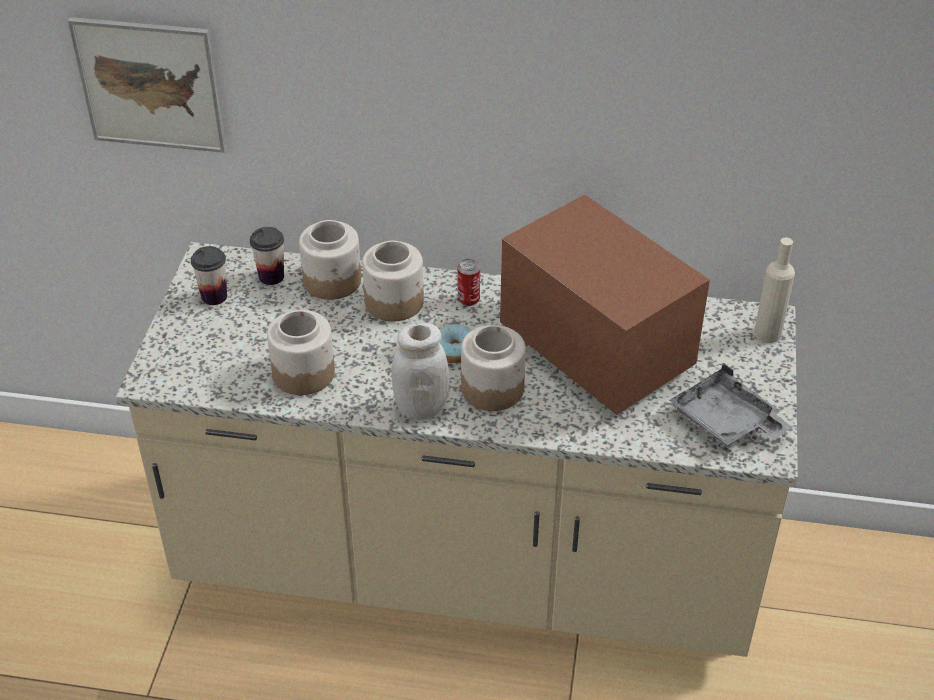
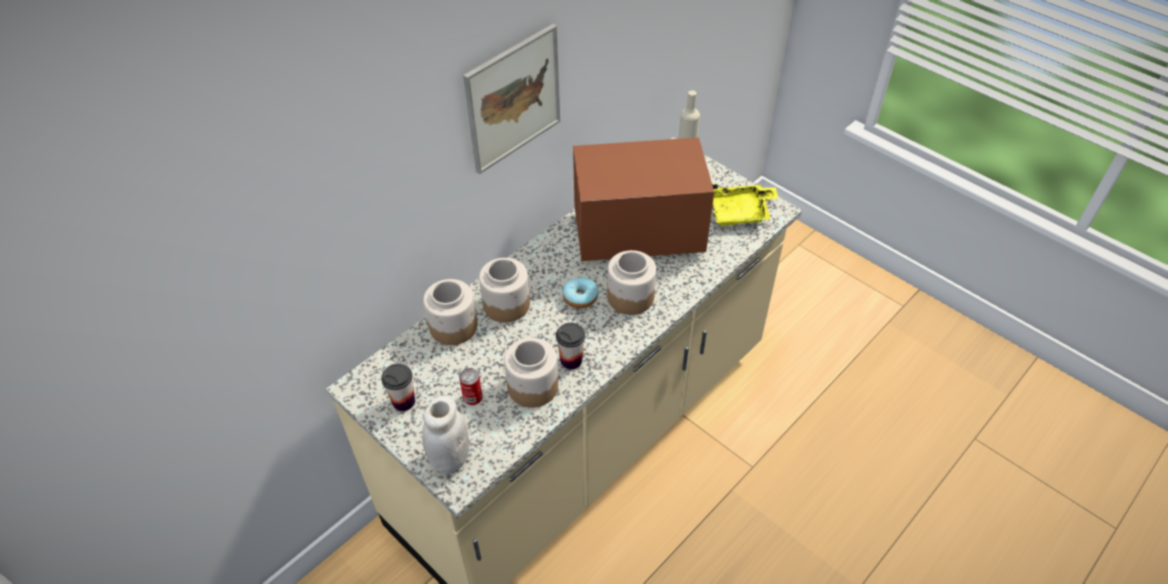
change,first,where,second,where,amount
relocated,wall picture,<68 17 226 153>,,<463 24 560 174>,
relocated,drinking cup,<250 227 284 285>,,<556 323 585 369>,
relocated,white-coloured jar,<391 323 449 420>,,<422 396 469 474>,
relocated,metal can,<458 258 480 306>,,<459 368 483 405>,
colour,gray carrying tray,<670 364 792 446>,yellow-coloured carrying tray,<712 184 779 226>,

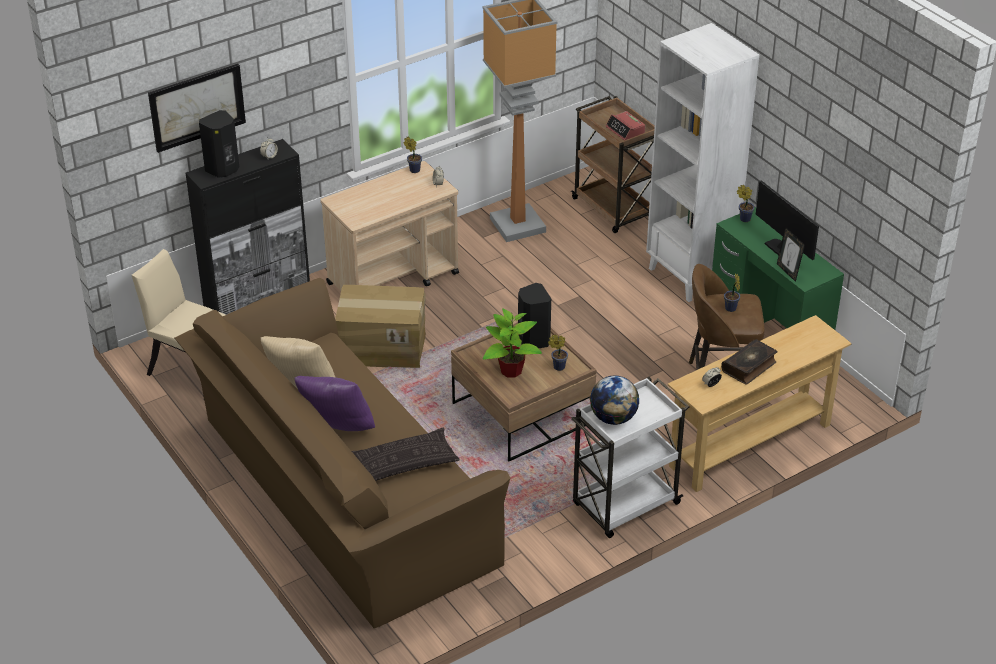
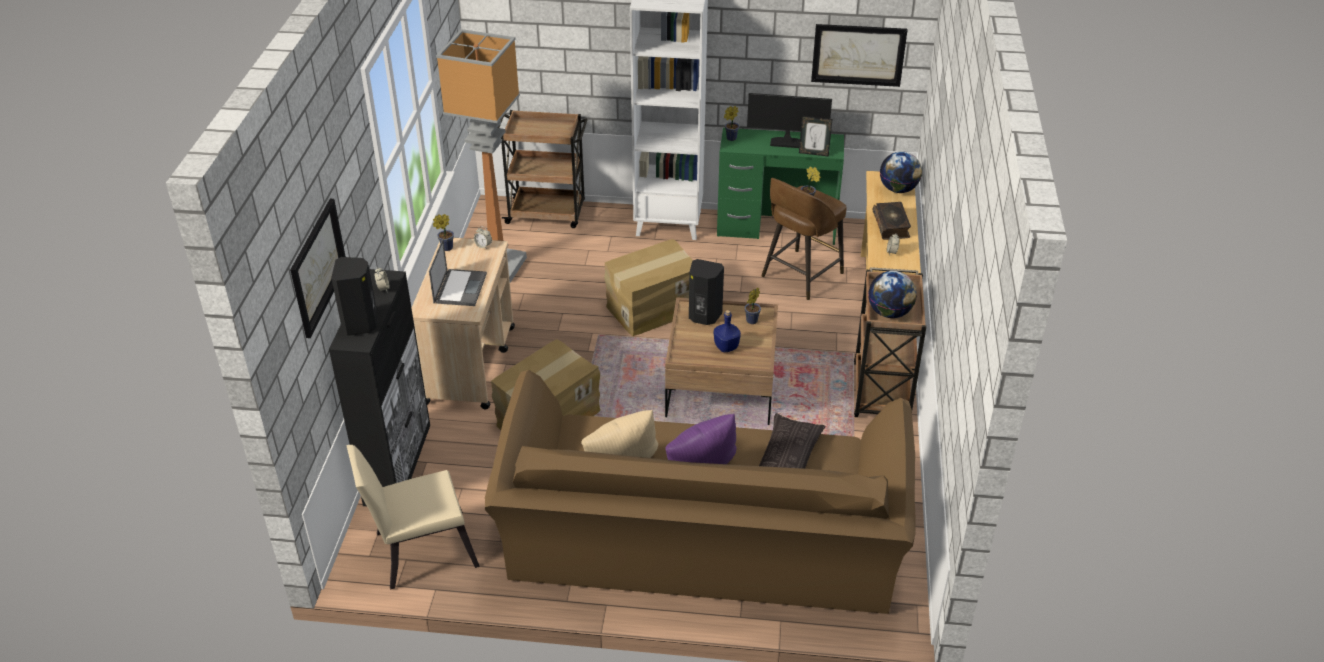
change,first,where,second,where,amount
missing,table clock,<606 111 645 141>,,,
appeared,,,laptop,<429 239 487 306>,
appeared,,,packing box,<604 239 693 336>,
appeared,,,wall picture,<811 24 907 87>,
appeared,,,desk globe,<880 151 922 193>,
exchanged,potted plant,<483 308 542 378>,bluish drink bottle,<714 310 741 352>,
colour,white-coloured wheeled cart,<571 377 689 538>,brown-coloured wheeled cart,<854 267 926 417>,

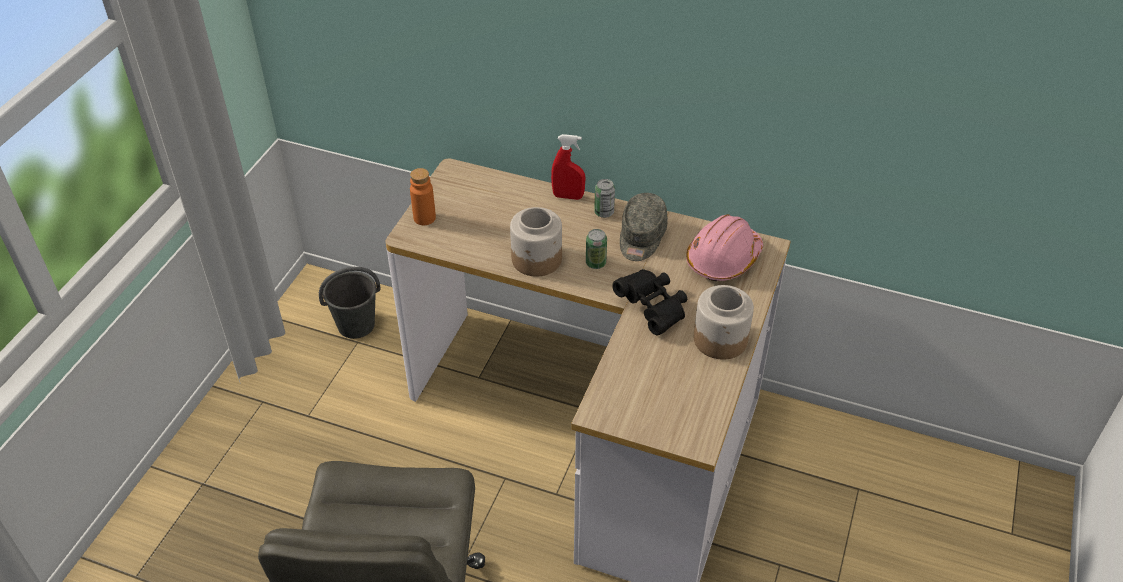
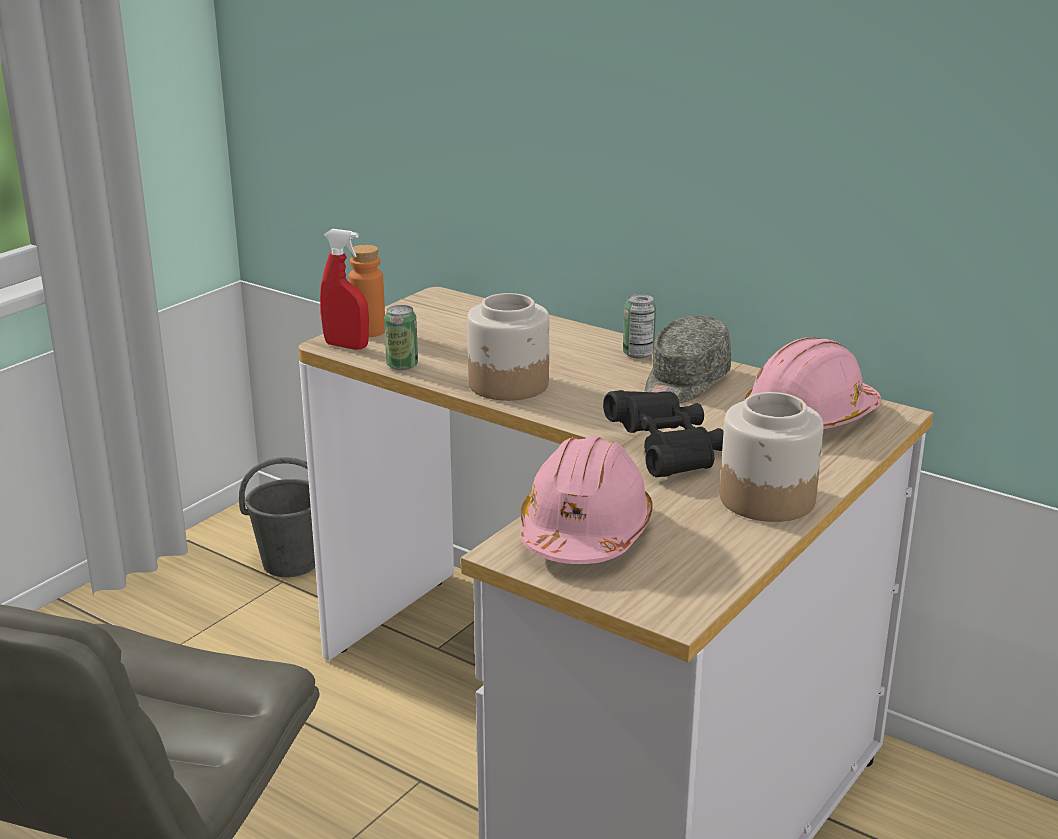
change,first,where,second,where,amount
appeared,,,pink safety helmet,<521 435 653 564>,
relocated,red-coloured spray bottle,<551 134 585 200>,,<320 229 369 350>,
relocated,metal can,<586 229 607 269>,,<384 305 418 370>,

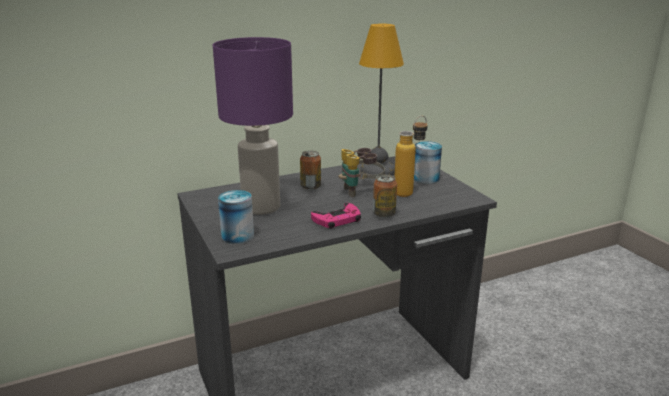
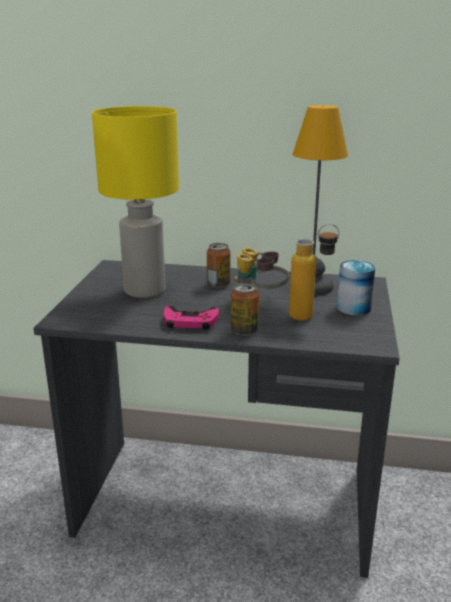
change,first,where,second,where,amount
missing,metal can,<218 190 254 244>,,,
colour,purplish table lamp,<213 37 293 215>,yellow-coloured table lamp,<92 106 179 298>,

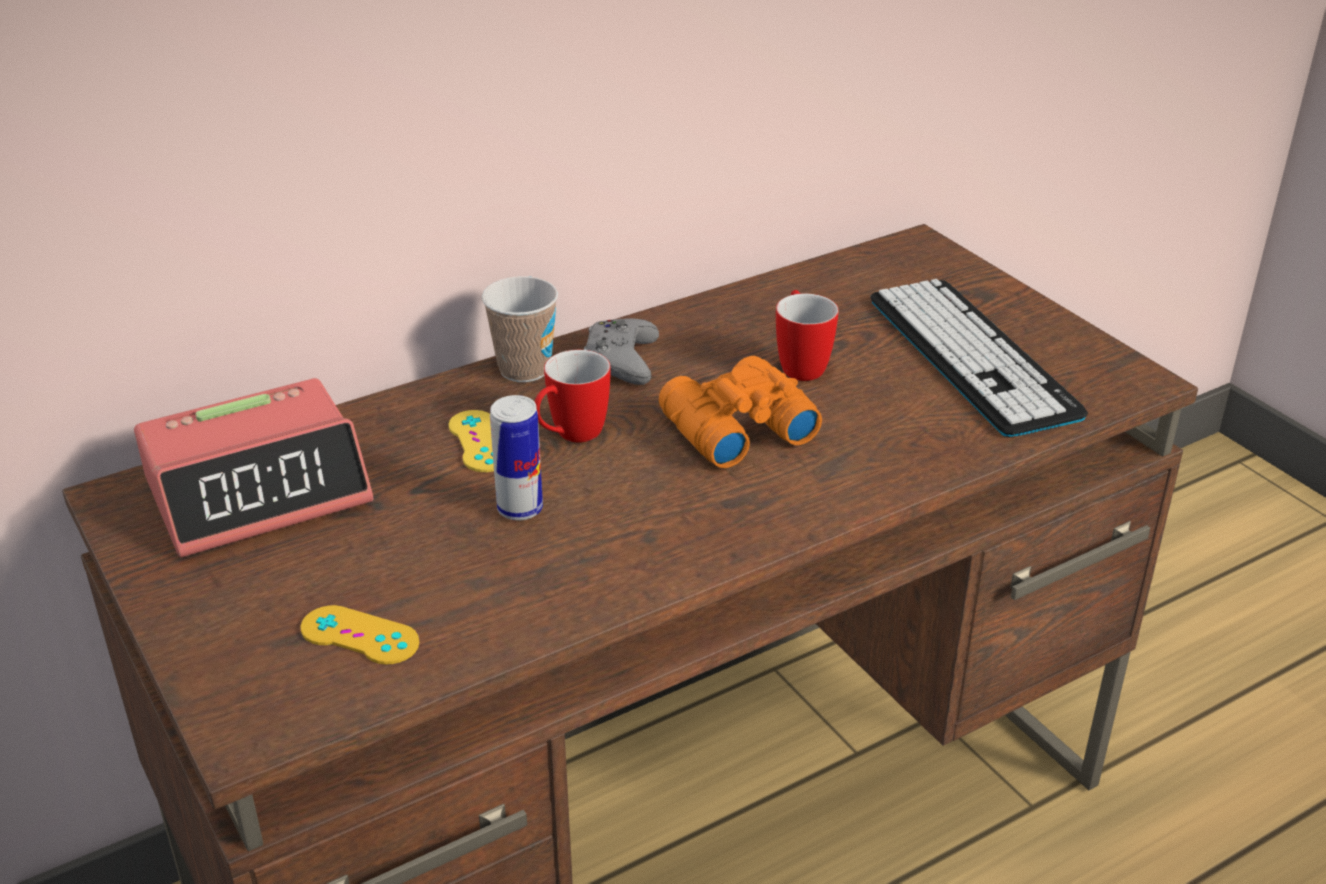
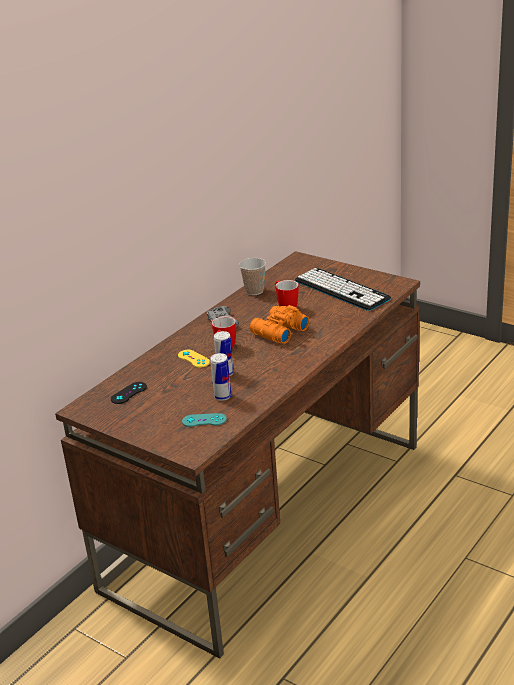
change,first,where,second,where,amount
appeared,,,metal can,<210 353 231 401>,
relocated,drinking cup,<482 276 558 382>,,<239 258 266 295>,
exchanged,table clock,<134 378 373 558>,black gamepad,<111 382 147 404>,
colour,yellow-coloured gamepad,<300 605 419 664>,turquoise gamepad,<182 413 227 427>,

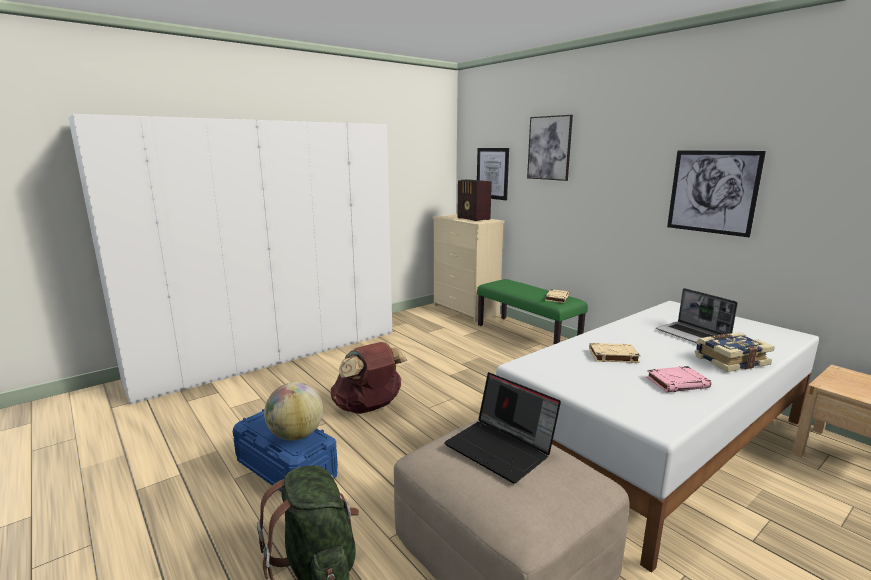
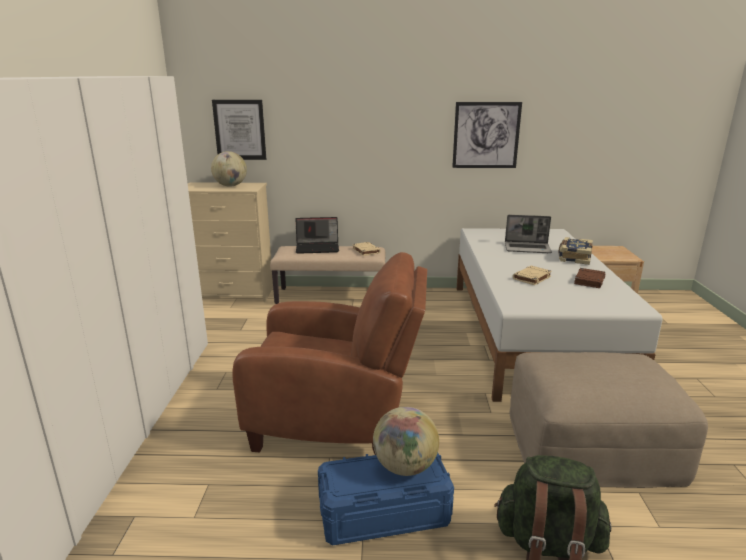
change,first,where,second,where,amount
missing,wall picture,<527 115 573 181>,,,
relocated,laptop,<444 372 561 483>,,<296 217 339 254>,
exchanged,brown-coloured rucksack,<331 342 408 414>,brown-coloured lounge chair,<232 252 427 455>,
exchanged,radio receiver,<457 179 492 221>,desk globe,<211 151 247 187>,
colour,green long seat,<477 279 588 344>,sand-coloured long seat,<270 246 385 304>,
colour,pink volume,<646 366 711 392>,brown-coloured volume,<574 268 605 288>,

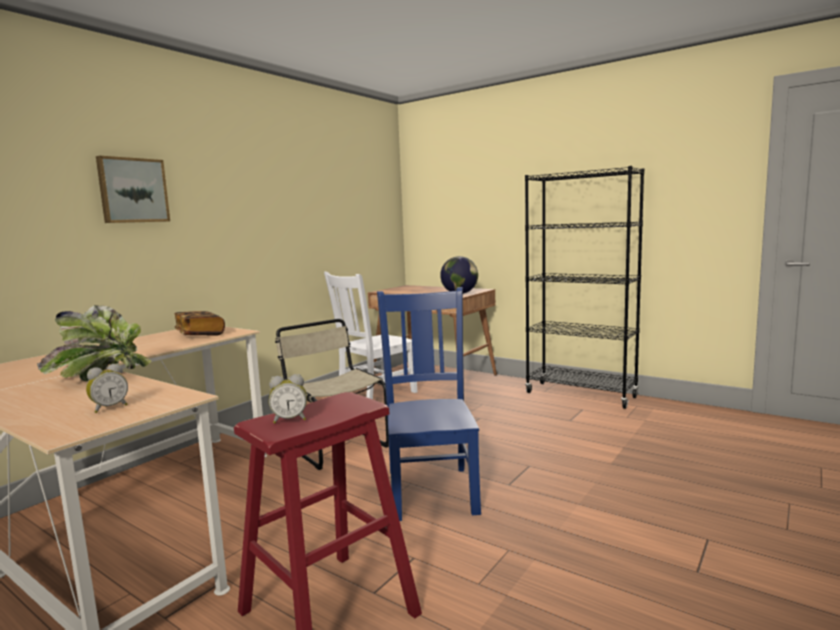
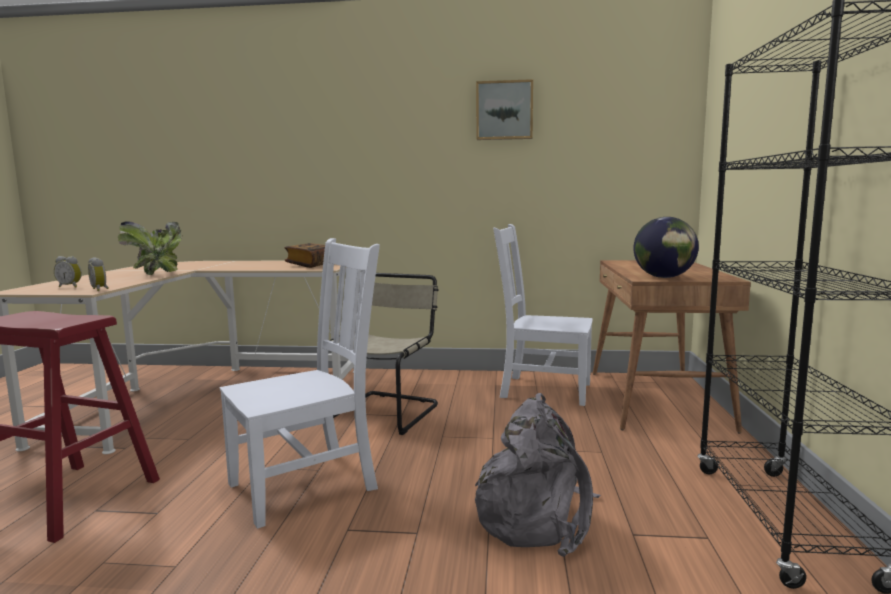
change,first,where,second,where,amount
appeared,,,gray rucksack,<475 393 601 557>,
relocated,wall picture,<96 156 170 223>,,<476 79 533 140>,
relocated,table clock,<269 374 307 424>,,<88 257 109 291>,
colour,bluish upright chair,<377 287 481 521>,white-coloured upright chair,<220 238 380 529>,

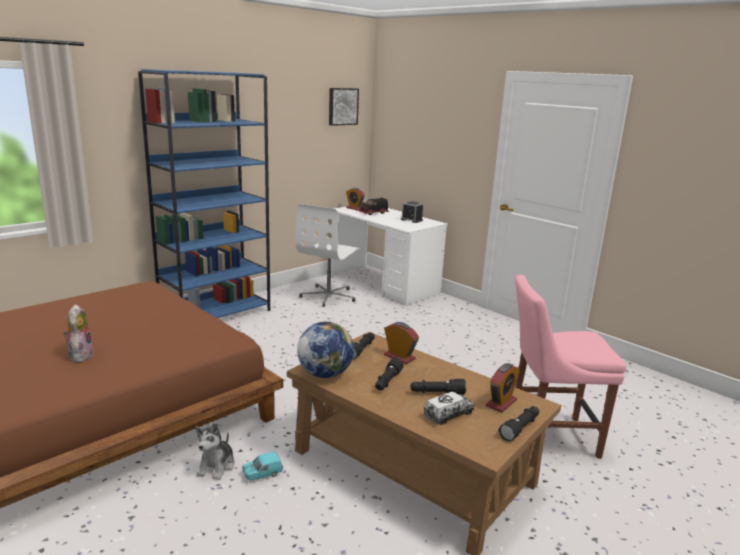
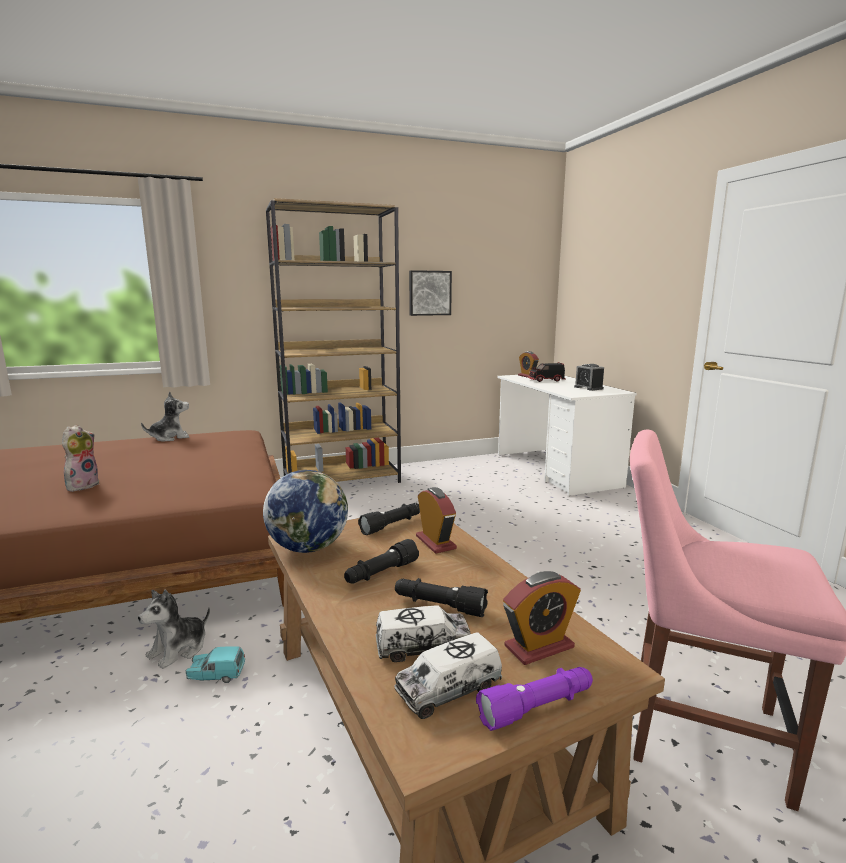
change,first,where,second,where,amount
missing,white-coloured computer chair,<296 204 360 307>,,,
appeared,,,cuddly toy,<141 391 189 441>,
appeared,,,toy truck,<394 632 502 719>,
relocated,wall picture,<329 88 359 126>,,<409 270 452 316>,
colour,bluish bookcase,<138 69 270 318>,brown-coloured bookcase,<266 198 401 483>,
colour,black torch,<499 406 539 441>,purplish torch,<476 667 593 731>,

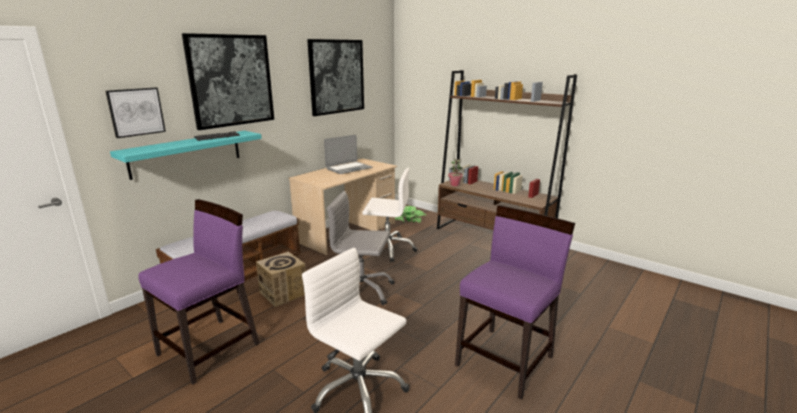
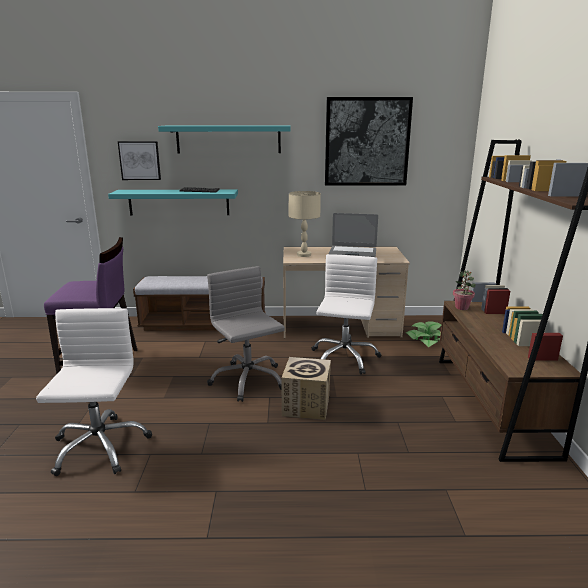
change,first,where,second,where,amount
missing,purplish upright chair,<455 205 575 400>,,,
appeared,,,sand-coloured table lamp,<289 191 321 257>,
relocated,packing box,<256 252 306 307>,,<281 357 331 420>,
exchanged,wall picture,<182 33 274 130>,turquoise bracket shelf,<158 126 291 153>,
spun,white-coloured computer chair,<362 168 417 262>,,<312 254 381 375>,135 degrees counterclockwise

